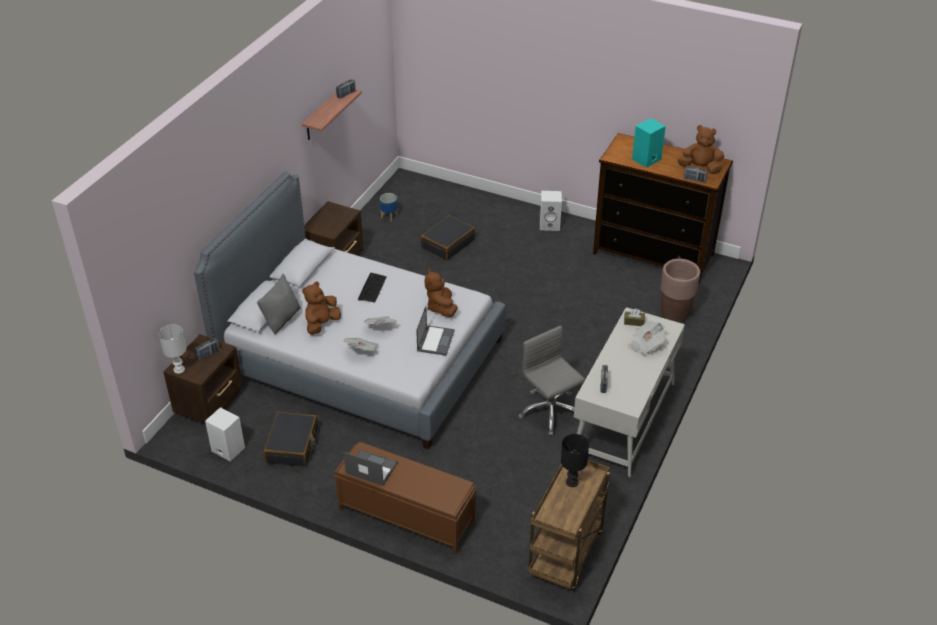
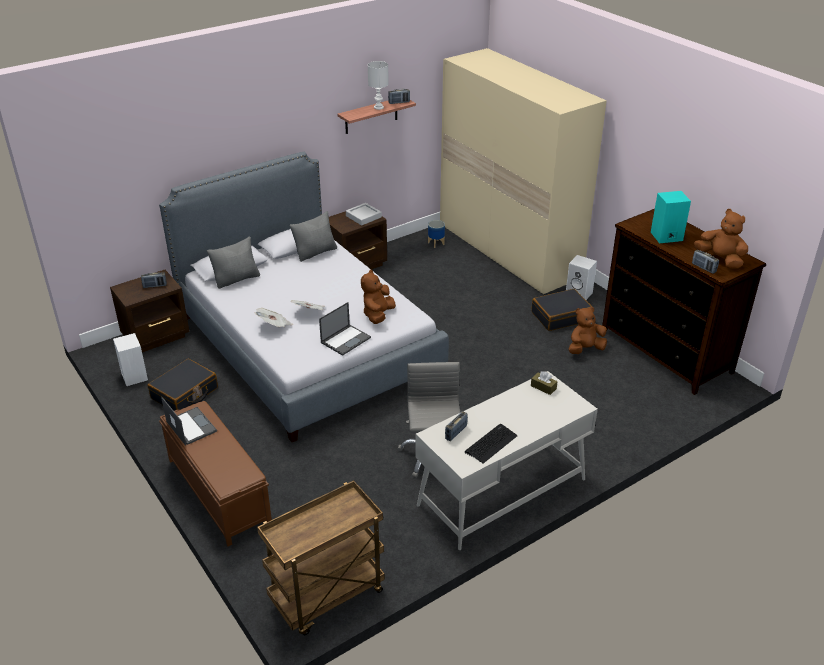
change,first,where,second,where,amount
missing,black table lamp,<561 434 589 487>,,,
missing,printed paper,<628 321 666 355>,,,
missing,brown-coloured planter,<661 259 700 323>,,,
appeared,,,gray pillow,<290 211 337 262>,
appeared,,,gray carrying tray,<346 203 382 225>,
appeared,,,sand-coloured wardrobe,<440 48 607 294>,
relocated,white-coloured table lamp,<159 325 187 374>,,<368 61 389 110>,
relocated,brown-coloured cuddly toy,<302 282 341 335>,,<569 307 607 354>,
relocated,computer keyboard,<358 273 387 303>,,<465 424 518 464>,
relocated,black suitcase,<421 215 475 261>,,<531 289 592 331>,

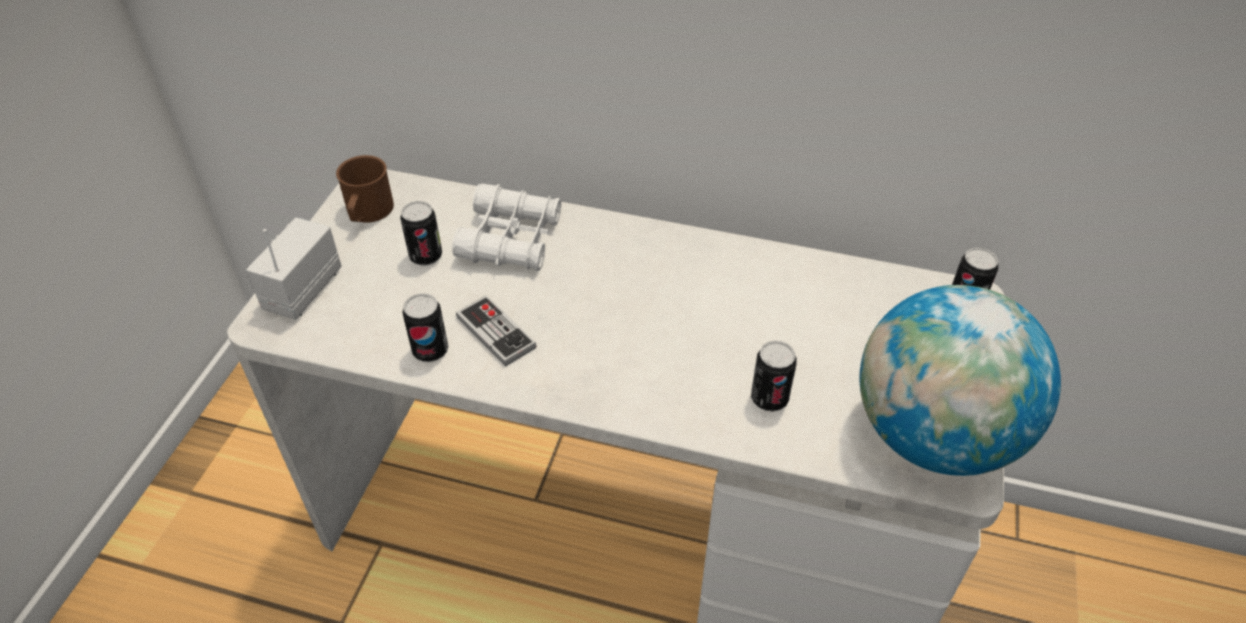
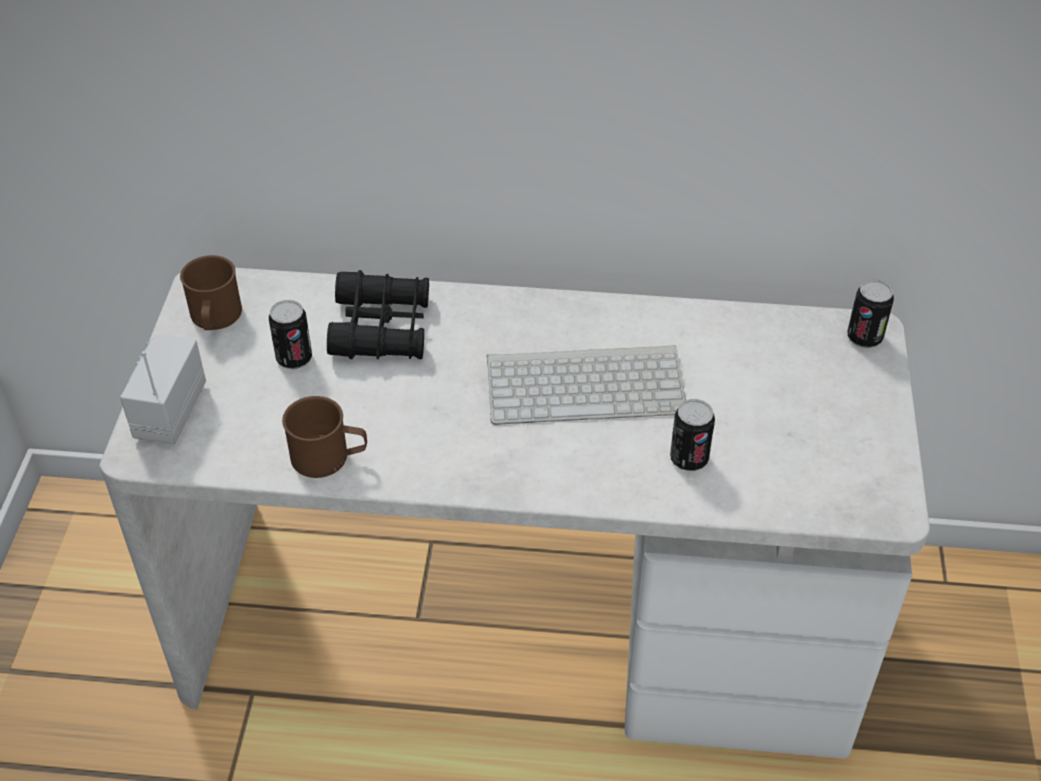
change,first,where,second,where,amount
missing,gamepad,<456 295 537 367>,,,
missing,desk globe,<860 285 1061 476>,,,
appeared,,,computer keyboard,<487 345 686 425>,
exchanged,metal can,<402 293 448 362>,brown-coloured mug,<282 396 367 478>,
colour,white-coloured field glasses,<452 184 561 271>,black field glasses,<327 270 429 359>,

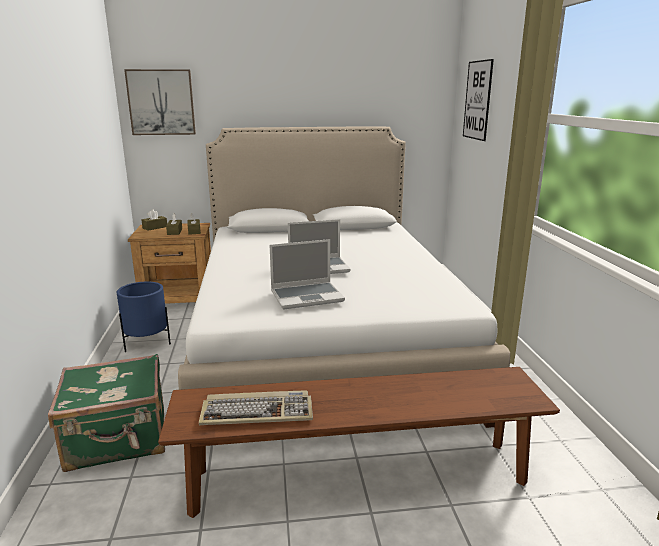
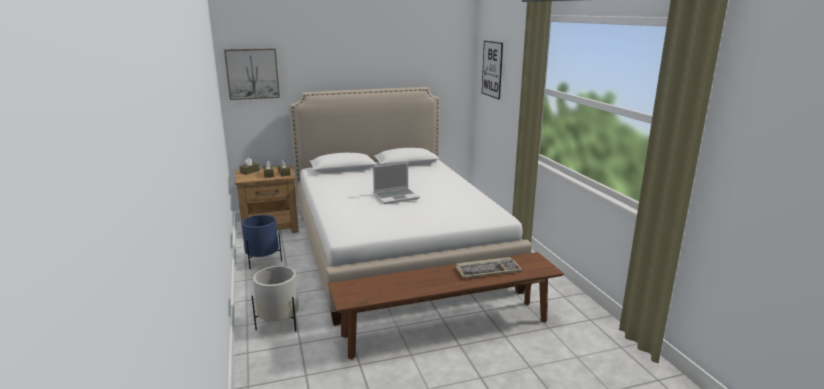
change,first,where,second,where,amount
missing,laptop,<270 239 345 309>,,,
relocated,computer keyboard,<199 390 313 425>,,<456 257 522 278>,
exchanged,green suitcase,<48 354 165 472>,white-coloured planter,<252 266 299 332>,

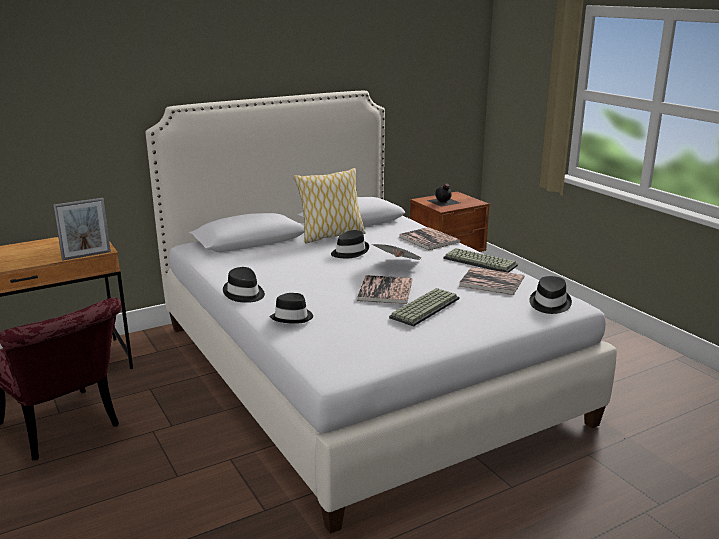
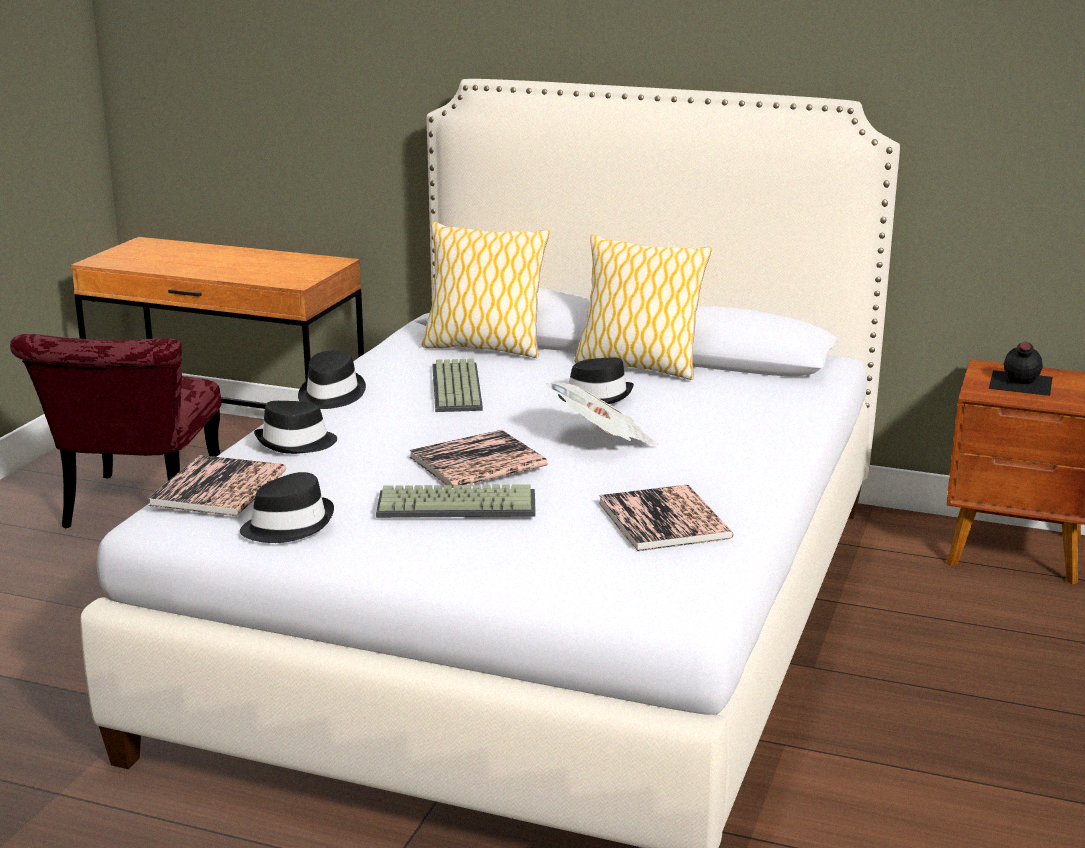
change,first,where,second,where,amount
missing,picture frame,<53 198 111 261>,,,
appeared,,,pillow,<421 222 549 358>,
relocated,volume,<399 227 460 250>,,<148 455 286 516>,
relocated,computer keyboard,<443 248 518 273>,,<432 359 483 412>,
relocated,black hat,<529 276 572 314>,,<240 472 334 543>,

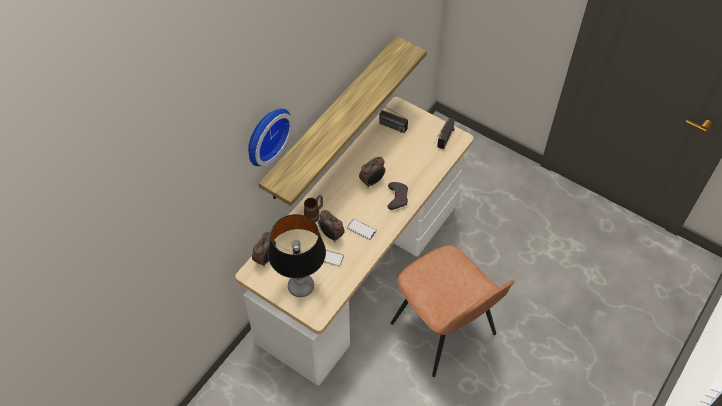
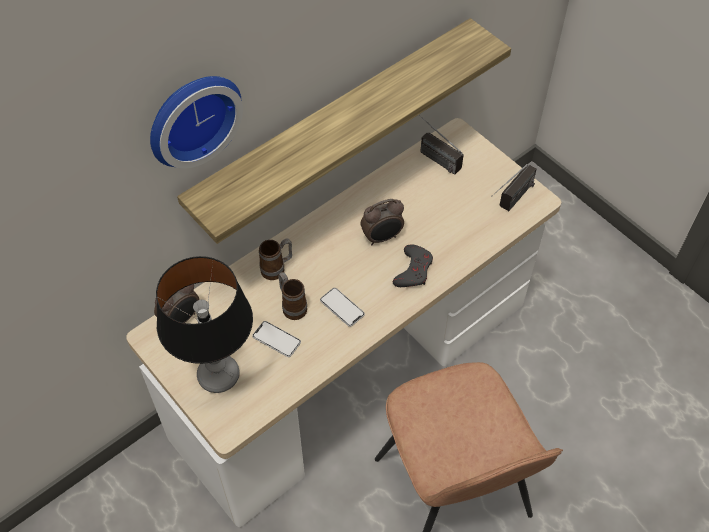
change,first,where,second,where,amount
exchanged,table clock,<318 210 345 242>,mug,<278 272 307 320>,

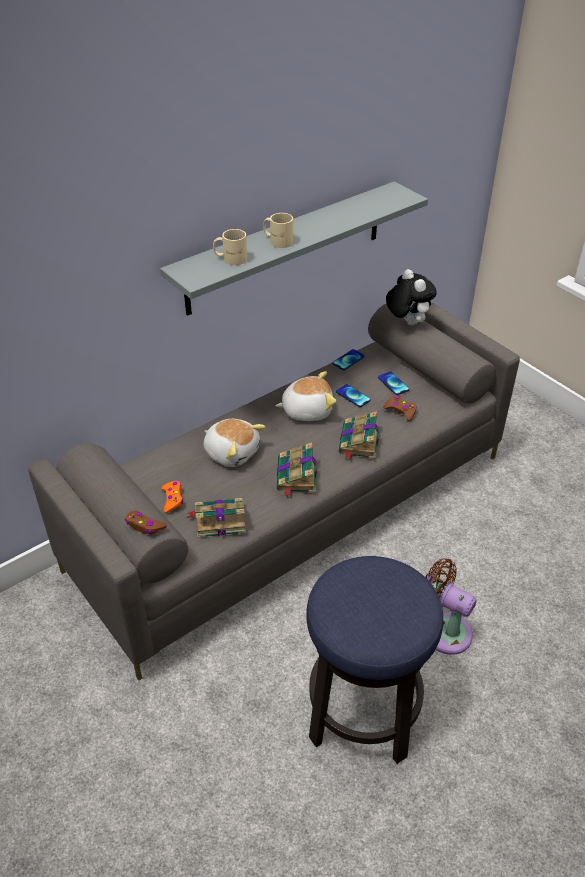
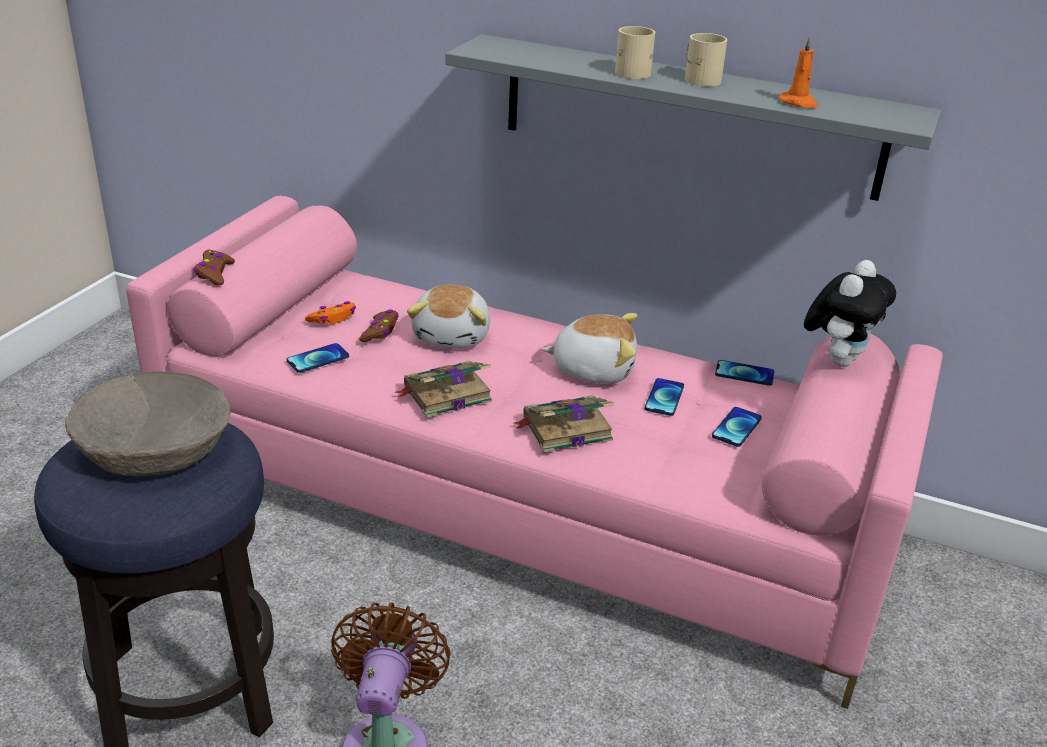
change,first,where,second,where,amount
appeared,,,sand-coloured serving bowl,<65 371 231 477>,
appeared,,,orange-coloured candle,<779 36 818 108>,
relocated,sand-coloured mug,<213 229 247 265>,,<685 33 727 87>,
relocated,brown-coloured gamepad,<383 395 417 421>,,<359 309 398 342>,
exchanged,volume,<187 498 246 538>,telephone,<287 343 349 373>,
colour,gray settee,<28 302 520 681>,pink settee,<126 196 943 709>,
spun,cuddly toy,<275 371 336 421>,,<542 313 638 384>,45 degrees counterclockwise

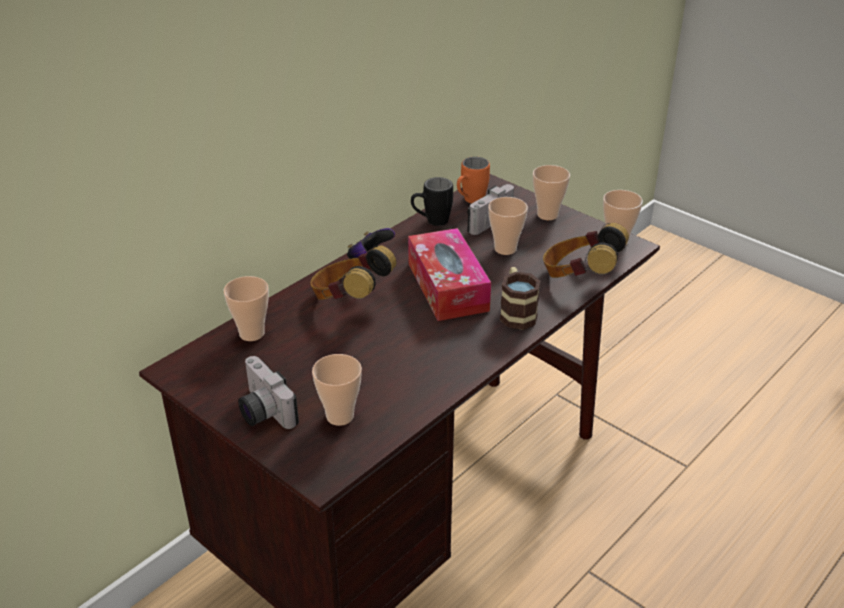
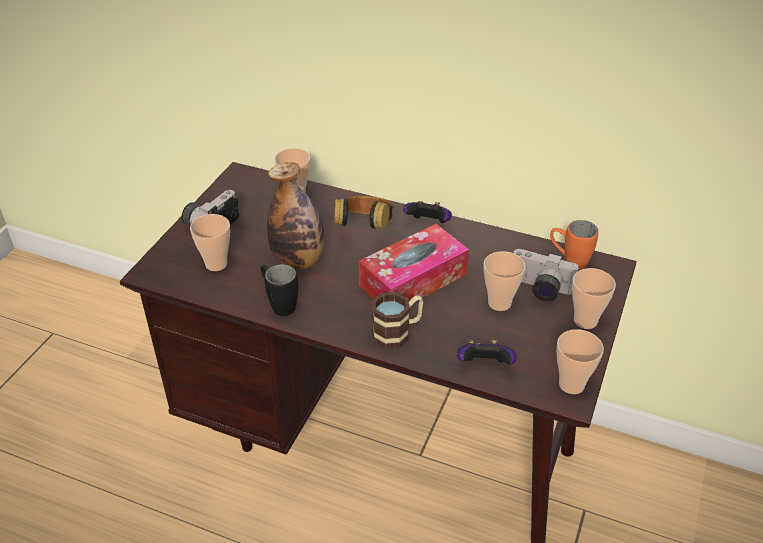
change,first,where,second,where,amount
appeared,,,drink bottle,<267 162 324 270>,
relocated,black mug,<411 177 453 226>,,<261 264 298 316>,
exchanged,pair of headphones,<543 223 629 278>,gamepad,<457 340 517 365>,

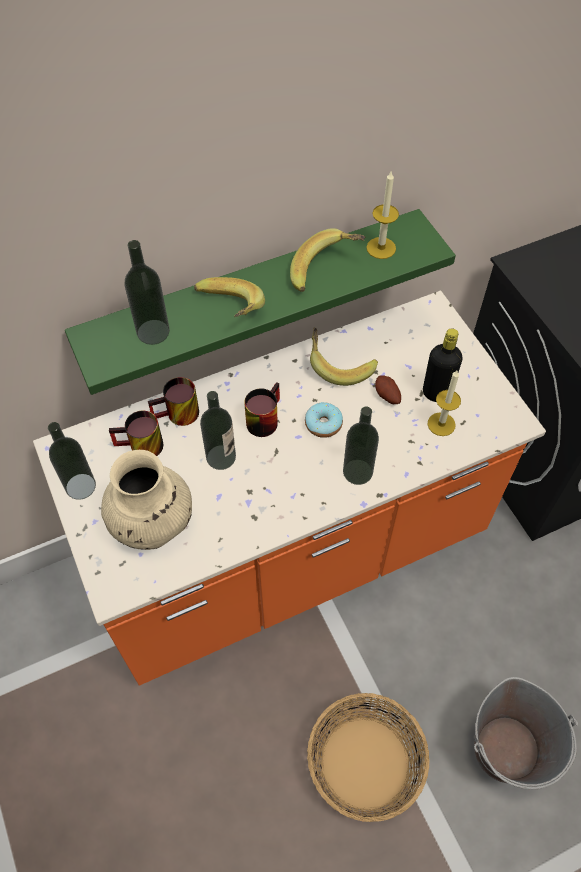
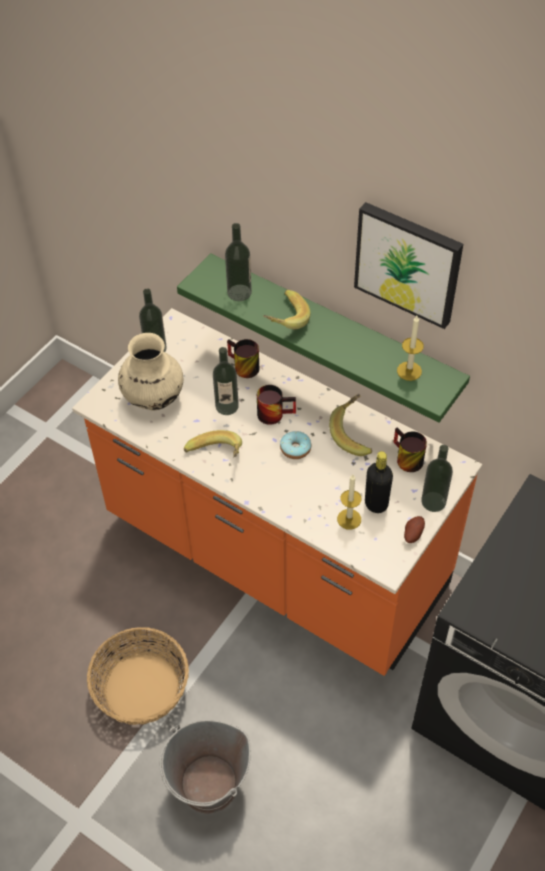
change,first,where,second,where,amount
appeared,,,wall picture,<354 202 463 329>,
relocated,mug,<109 411 164 456>,,<394 427 427 472>,
relocated,whole banana,<290 228 365 292>,,<184 430 242 458>,
relocated,drink bottle,<343 407 379 485>,,<421 445 453 512>,
relocated,spud,<375 375 401 404>,,<404 516 425 543>,

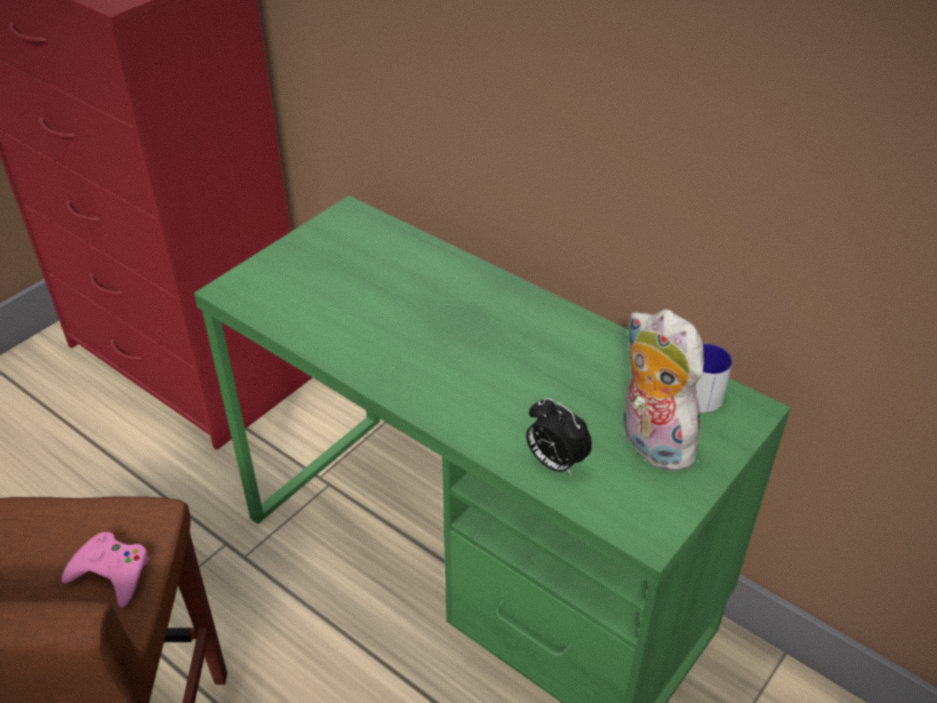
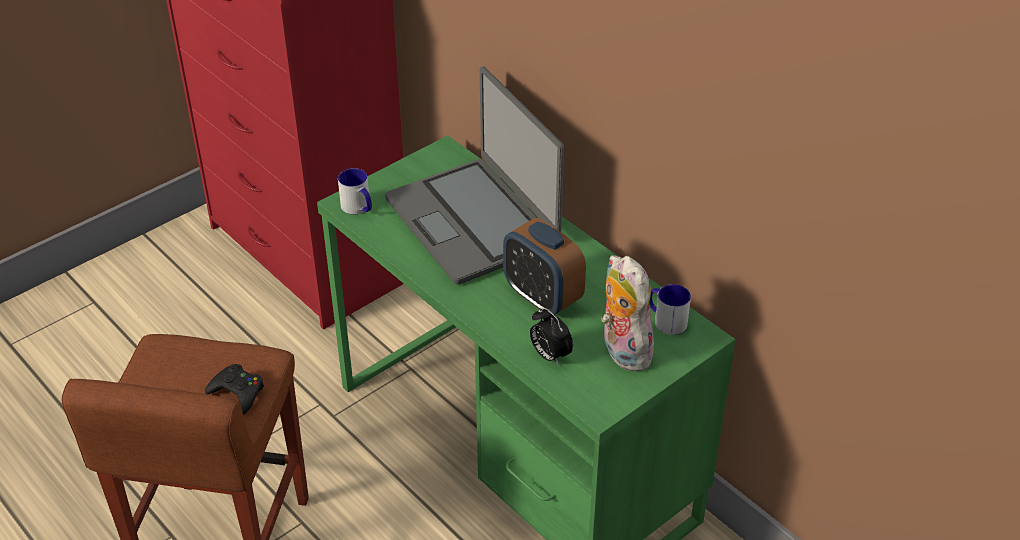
change,first,where,second,where,amount
appeared,,,mug,<338 168 372 214>,
appeared,,,laptop,<385 66 564 284>,
appeared,,,table clock,<503 218 586 315>,
colour,pink gamepad,<62 532 149 608>,black gamepad,<205 364 264 415>,

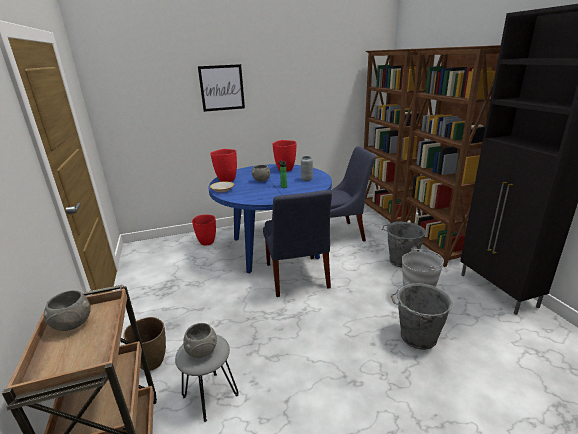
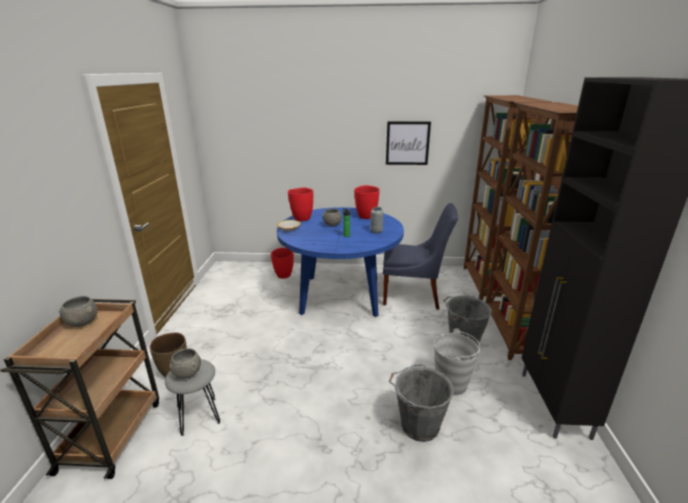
change,first,where,second,where,amount
missing,bluish upright chair,<263 190 332 297>,,,
relocated,wall picture,<198 64 245 112>,,<386 121 431 165>,

